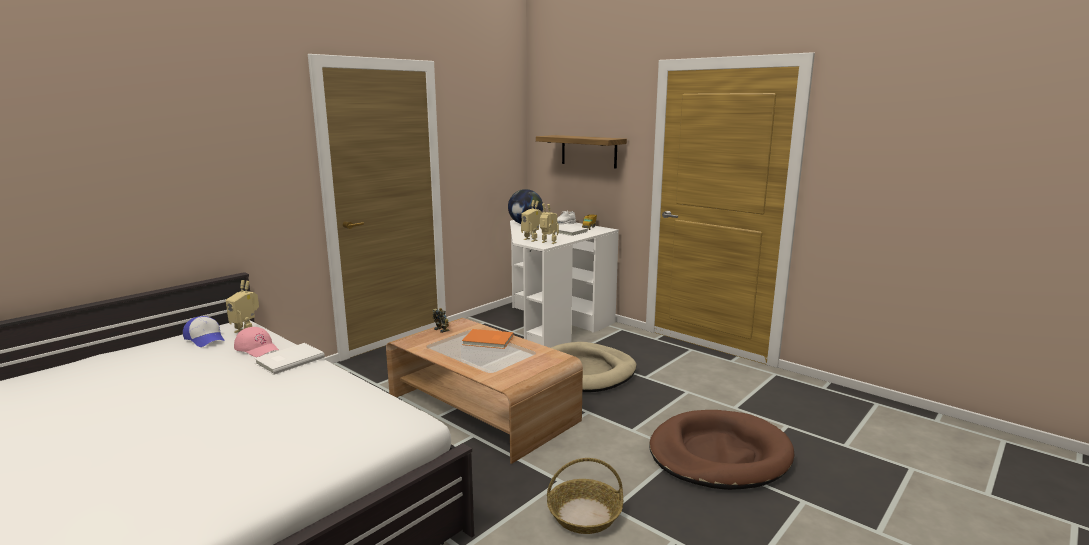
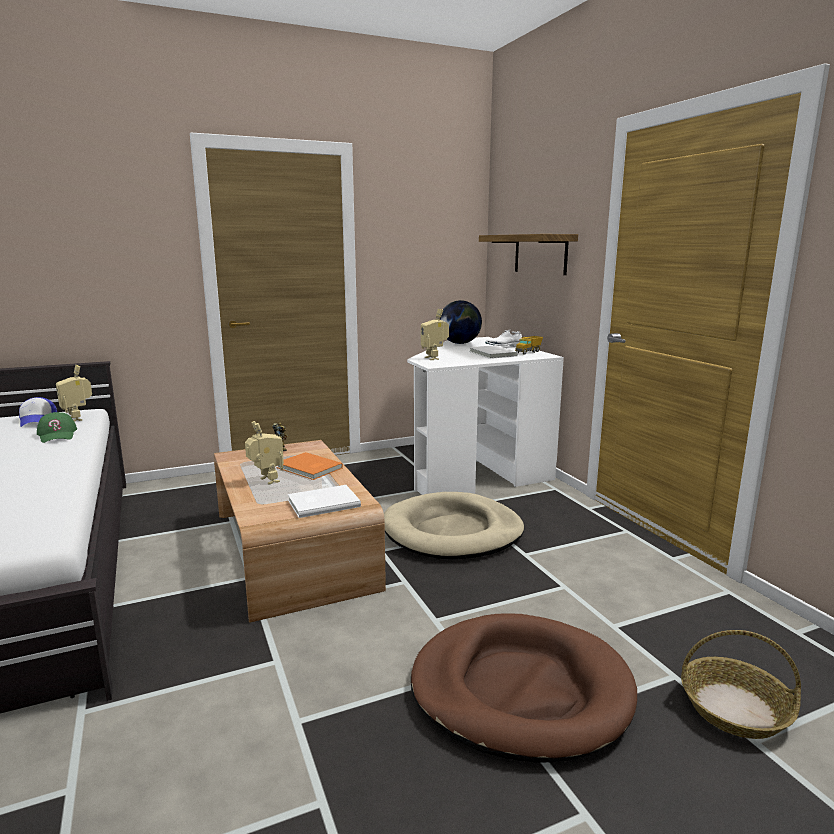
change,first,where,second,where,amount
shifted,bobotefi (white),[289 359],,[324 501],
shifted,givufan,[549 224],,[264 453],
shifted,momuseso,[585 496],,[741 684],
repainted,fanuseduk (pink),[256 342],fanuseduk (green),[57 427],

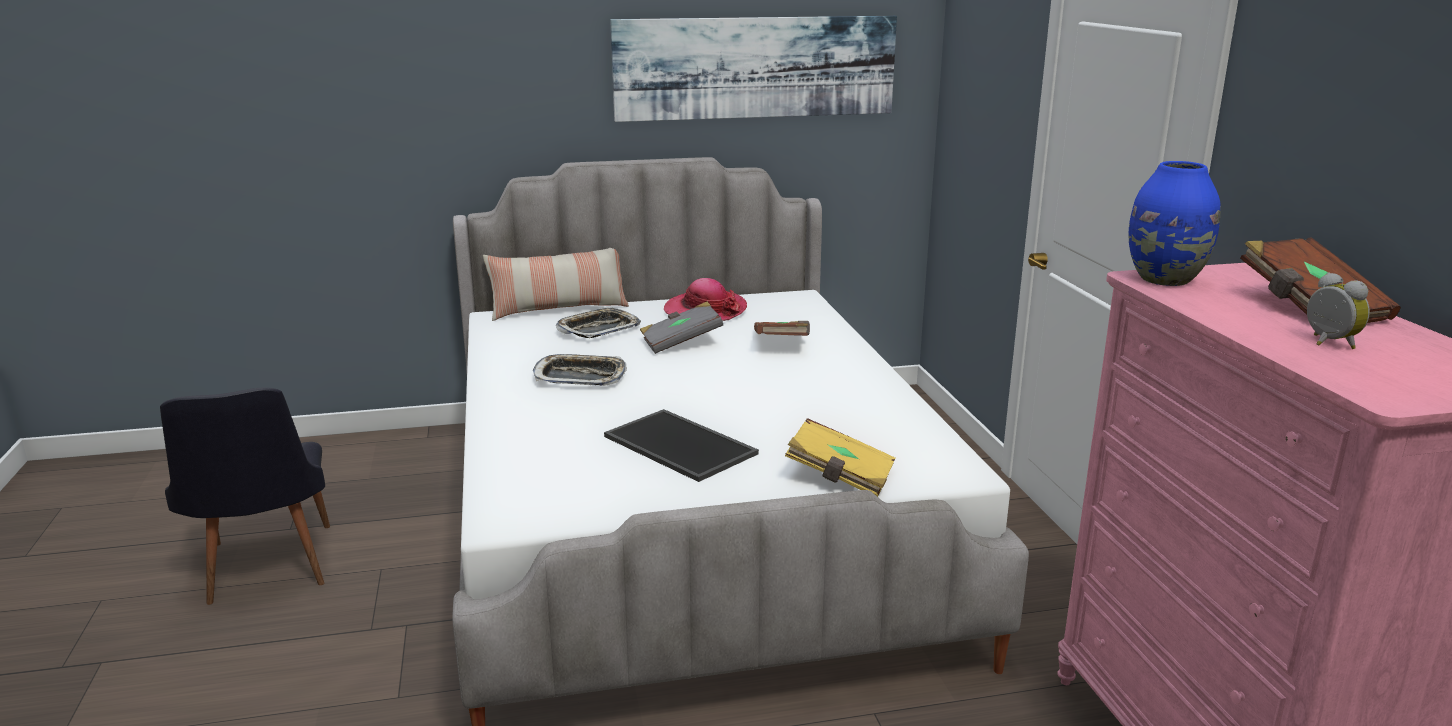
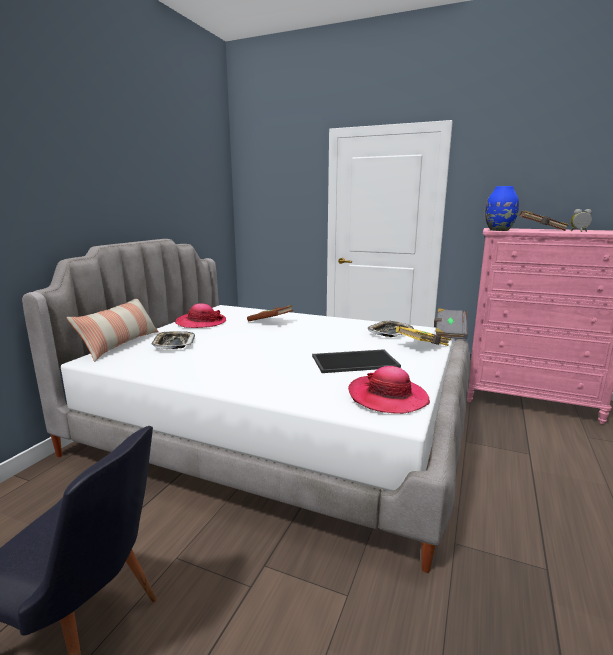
change,first,where,second,where,amount
gone,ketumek,[753 69],,,
new,,,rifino,[389 390],
shifted,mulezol,[580 370],,[391 328],
shifted,bobotefi (grey),[681 328],,[451 323],

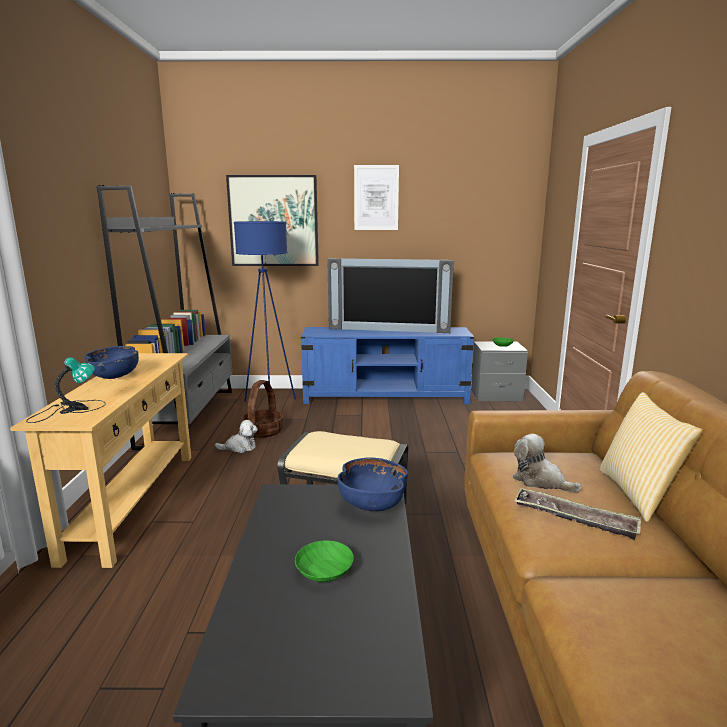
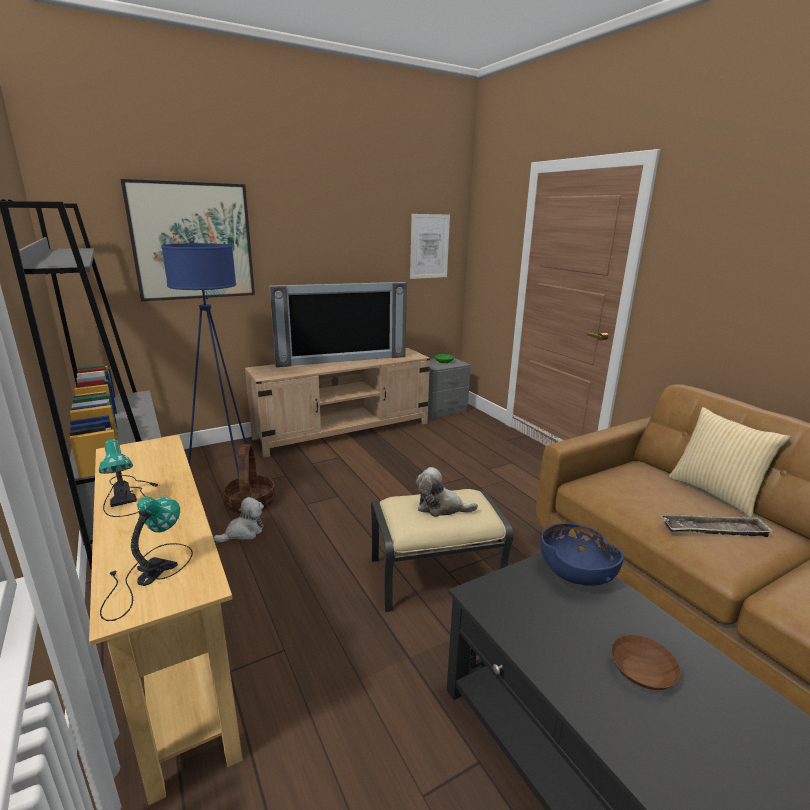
change,first,where,second,where,amount
shifted,ketumek,[376 197],,[430 246],
shifted,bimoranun,[546 463],,[447 492],
swapped,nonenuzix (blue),[112 362],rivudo,[128 478],
repainted,nonenuzix (green),[324 561],nonenuzix (brown),[646 662],
repainted,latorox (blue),[387 365],latorox (beige),[337 403],

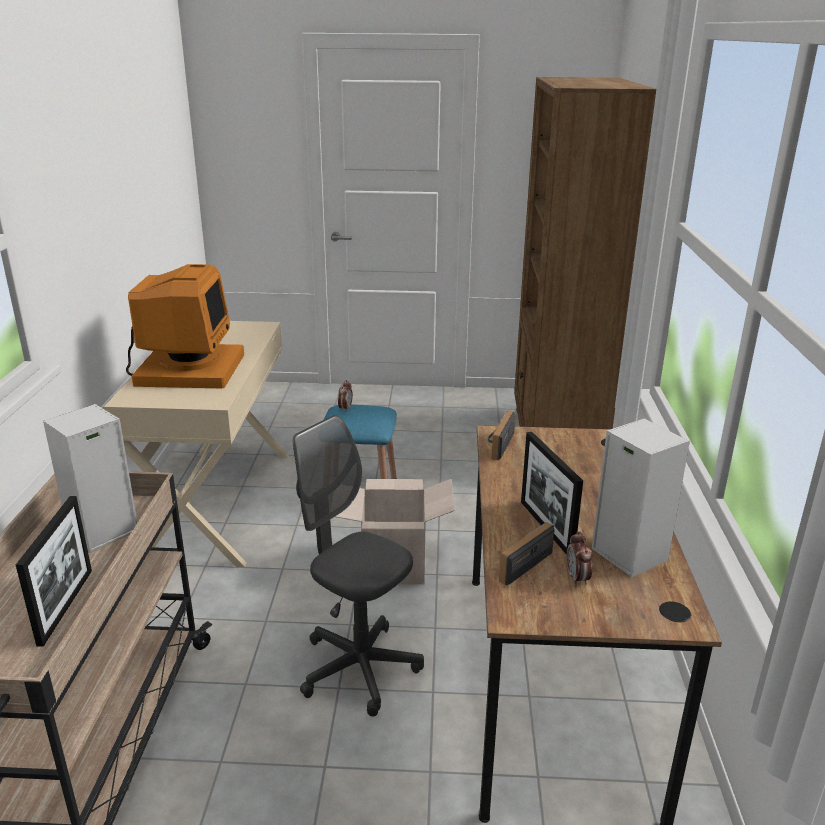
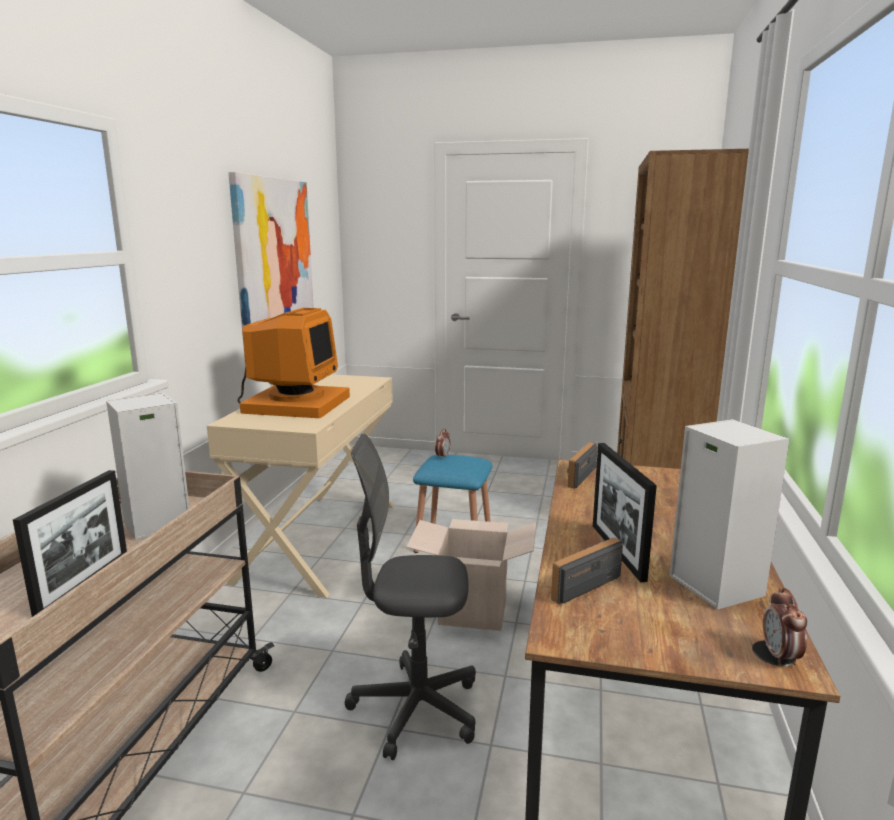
change,first,where,second,where,amount
new,,,ketumek,[271 253],
shifted,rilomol,[579 558],,[785 627],
rotated,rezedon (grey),[358 566],,[410 597],45 degrees counterclockwise

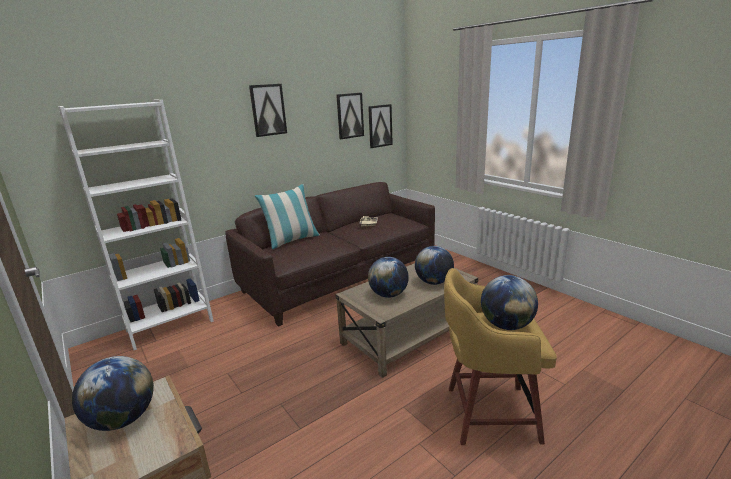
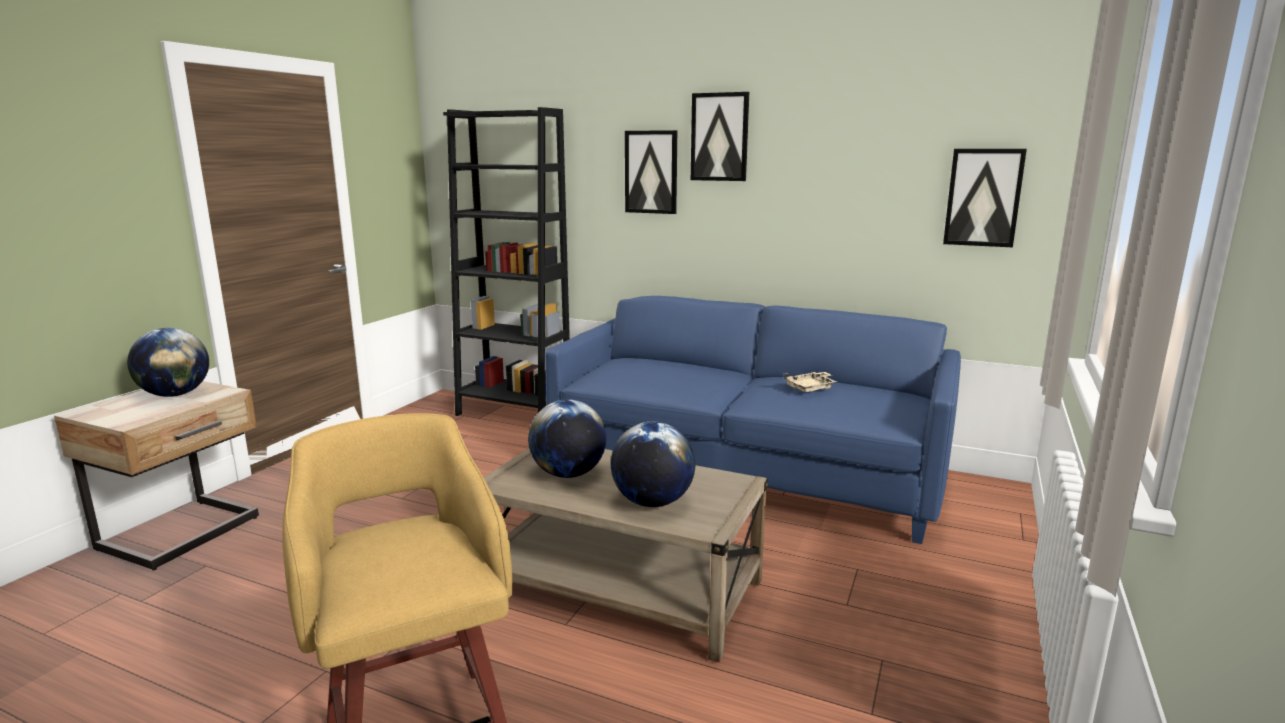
change,first,where,second,where,amount
gone,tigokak,[287 216],,,
gone,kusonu,[509 302],,,
shifted,ketumek,[350 116],,[651 172],
repainted,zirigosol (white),[136 225],zirigosol (black),[506 261],
repainted,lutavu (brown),[330 254],lutavu (blue),[753 420],

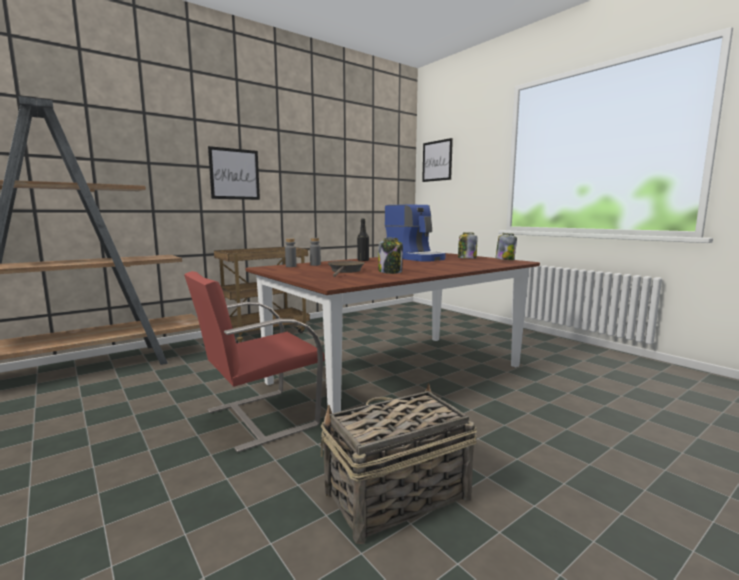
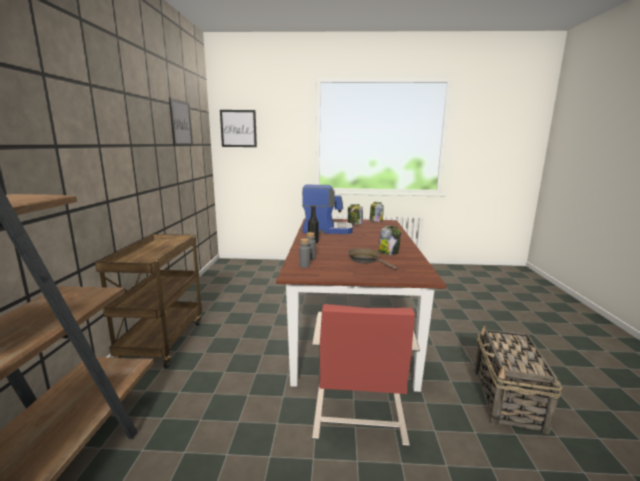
change,first,where,second,where,amount
shifted,ketumek,[234 173],,[181 121],

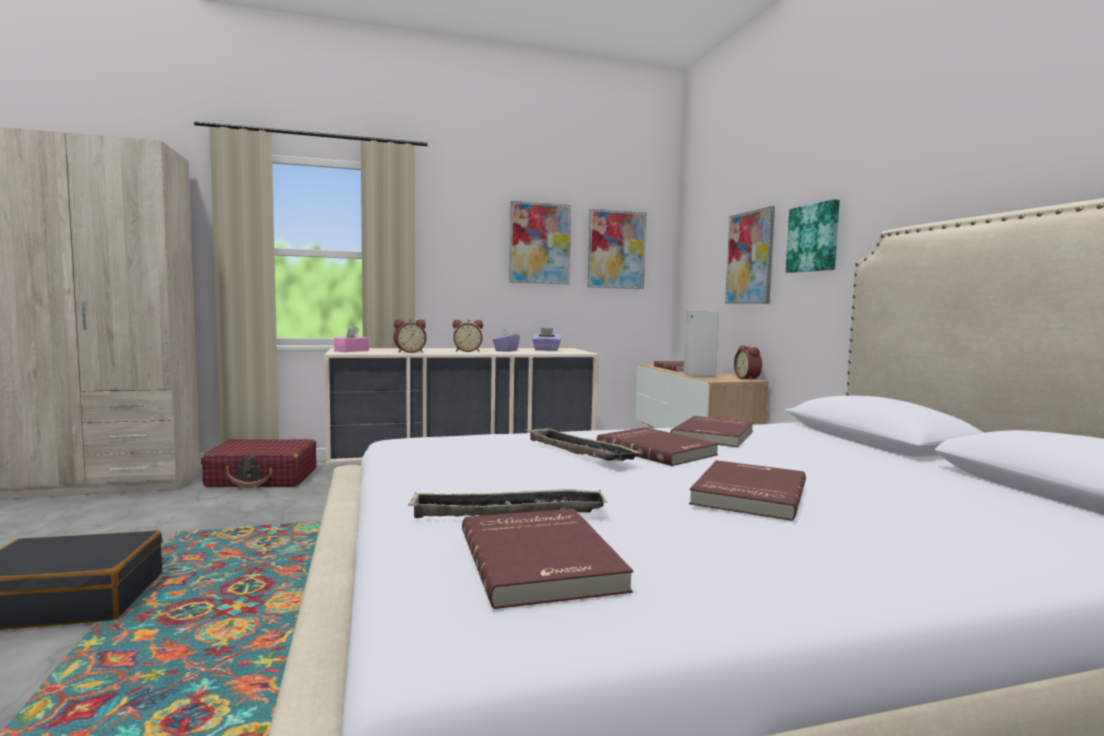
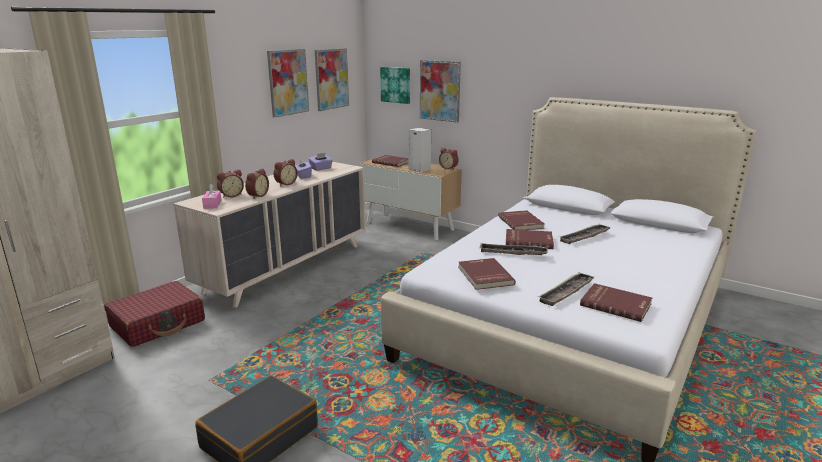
change,first,where,second,where,amount
new,,,rilomol,[230 184],
new,,,mulezol,[585 234],
shifted,bobotefi (red),[747 490],,[487 274],
shifted,ketumek,[813 236],,[395 85],

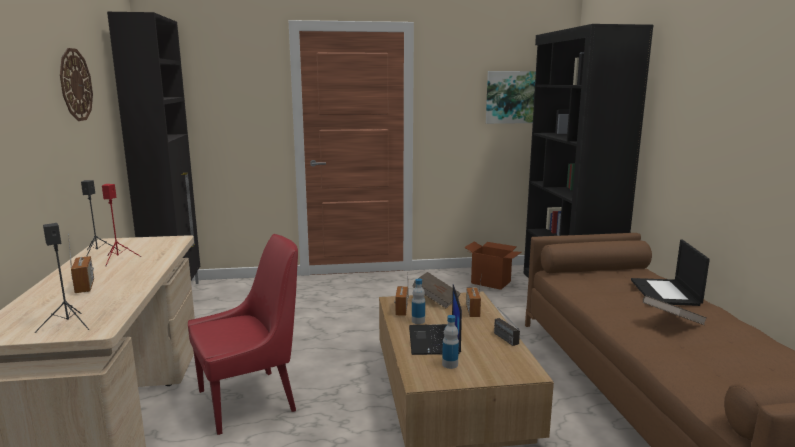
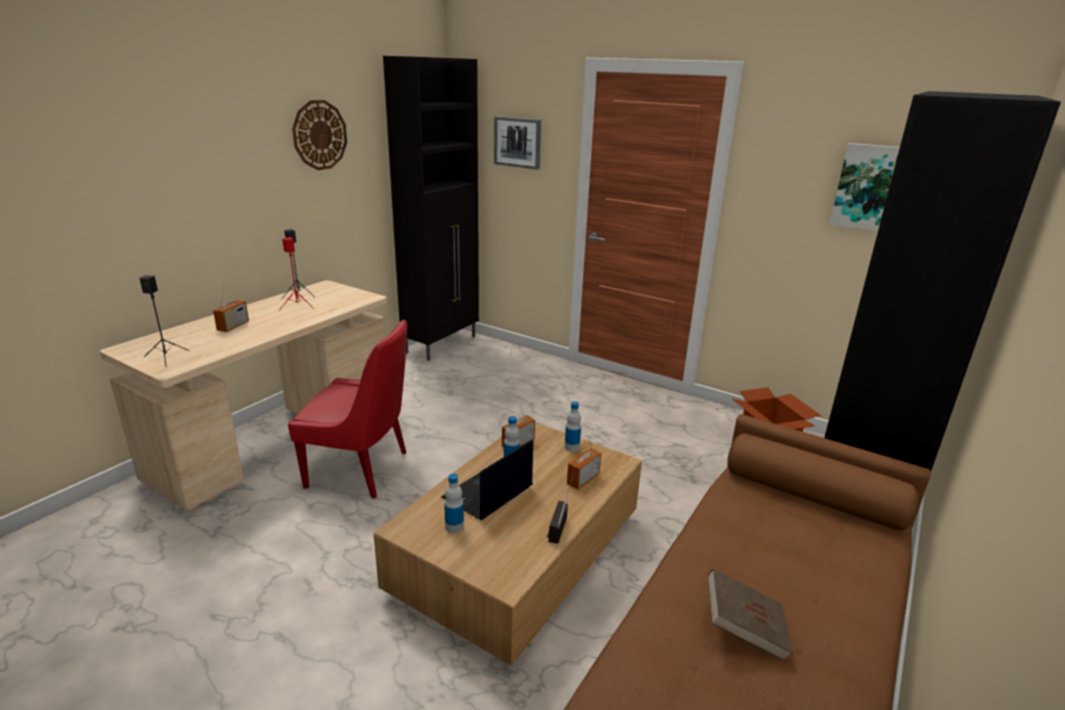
change,first,where,second,where,amount
gone,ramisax,[670 273],,,
new,,,ketumek,[517 143],
swapped,bobotefi (brown),[436 290],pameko,[573 427],

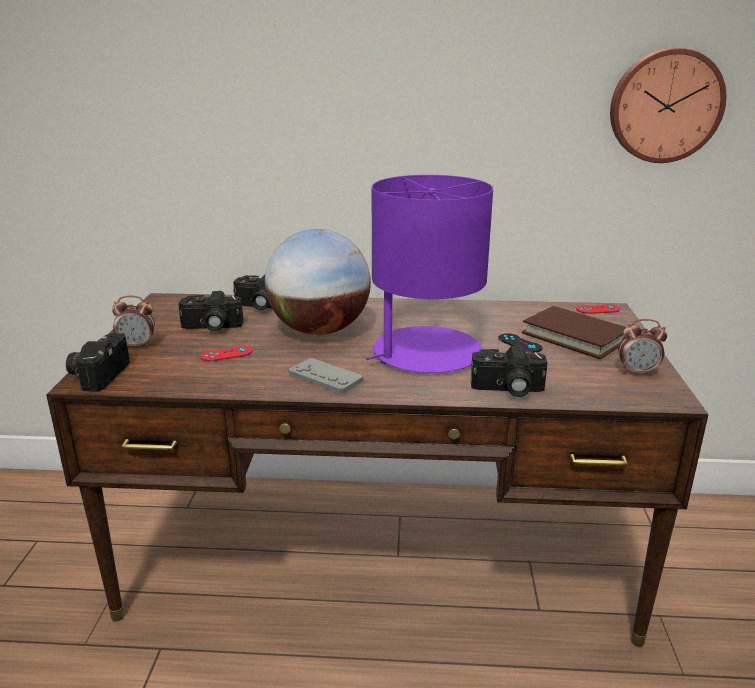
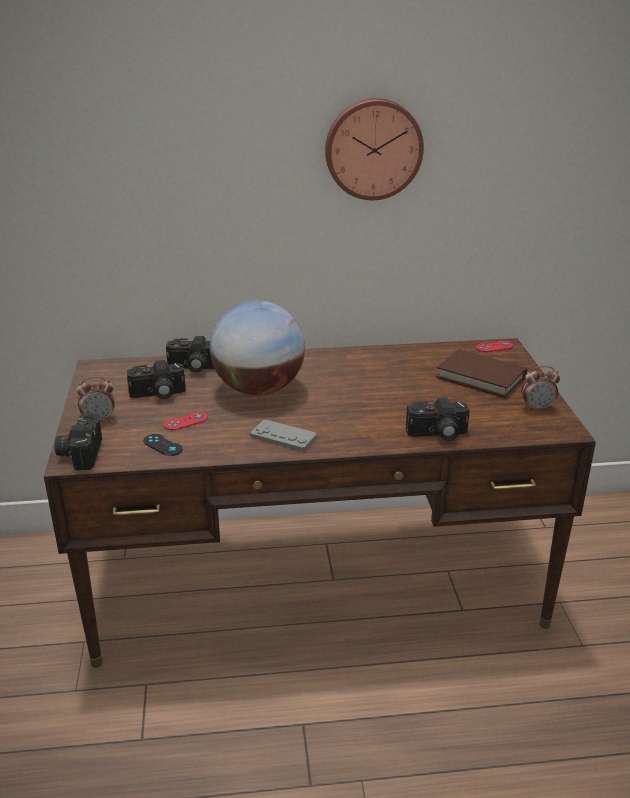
change,first,where,second,where,amount
gone,rivudo (purple),[429 274],,,
shifted,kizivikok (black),[520 343],,[163 445],
shifted,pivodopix,[668 105],,[374 149],

